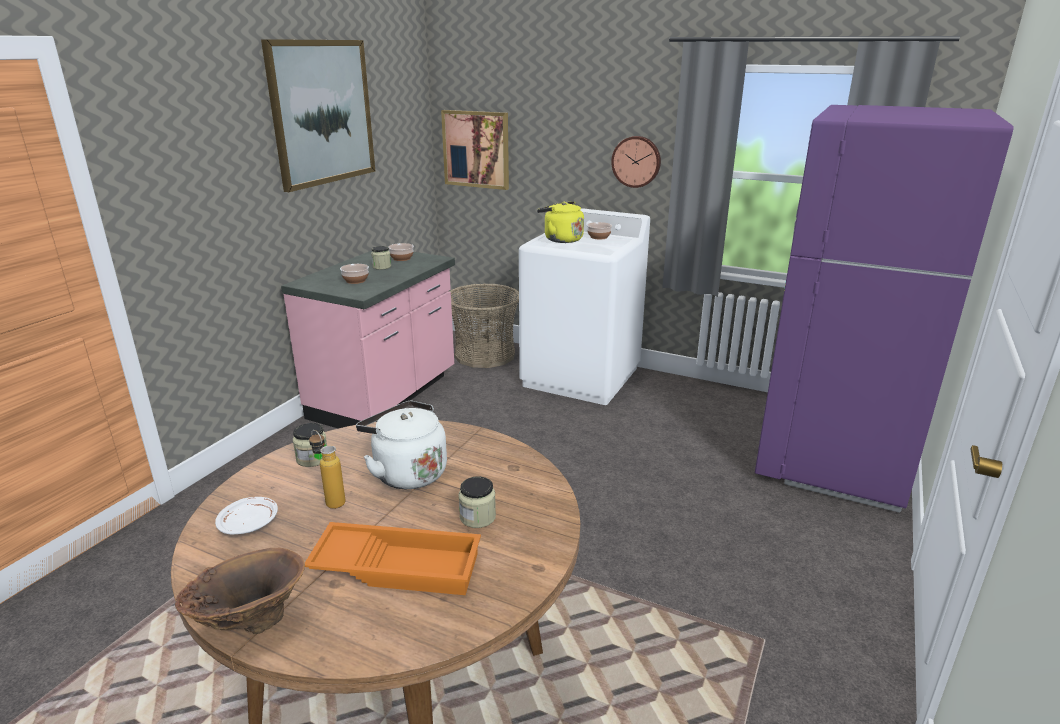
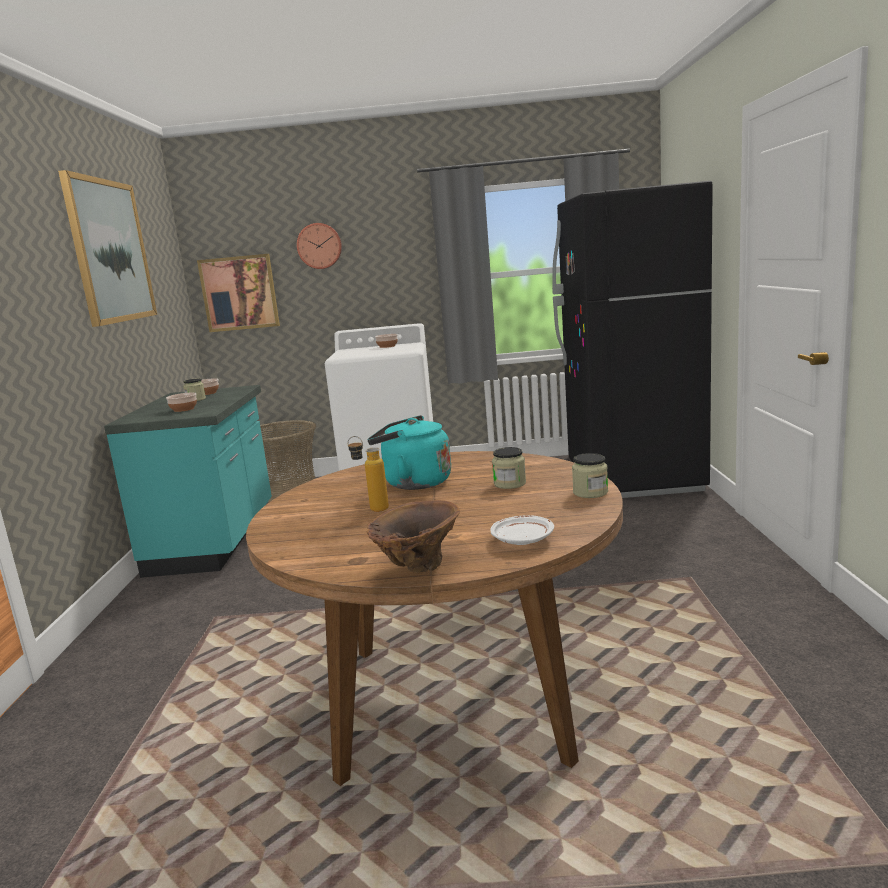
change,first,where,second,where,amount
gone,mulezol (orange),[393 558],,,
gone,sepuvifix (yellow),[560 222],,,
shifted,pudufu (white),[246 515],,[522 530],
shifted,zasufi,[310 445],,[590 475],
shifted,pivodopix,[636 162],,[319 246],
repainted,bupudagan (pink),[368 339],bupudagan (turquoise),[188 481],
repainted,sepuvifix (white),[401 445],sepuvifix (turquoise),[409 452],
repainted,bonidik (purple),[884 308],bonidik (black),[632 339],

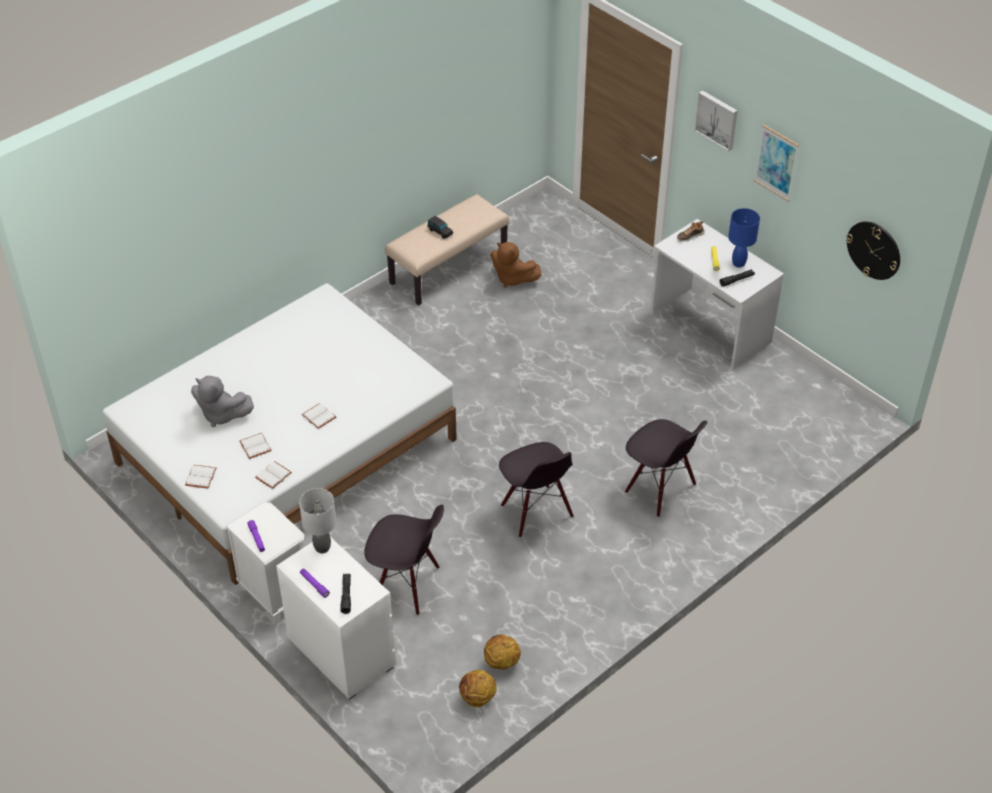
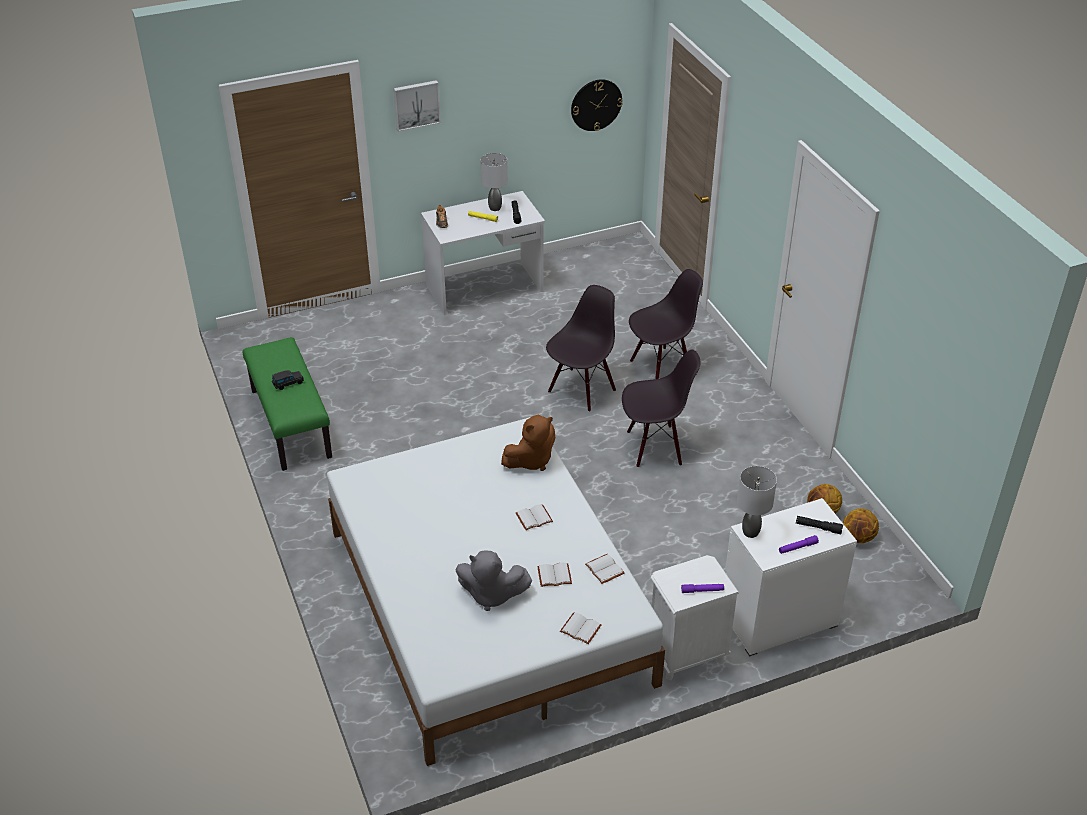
change,first,where,second,where,amount
gone,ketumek,[776 162],,,
shifted,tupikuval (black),[404 560],,[581 348],
shifted,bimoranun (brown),[515 265],,[528 442],
repainted,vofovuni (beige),[447 250],vofovuni (green),[287 404],
repainted,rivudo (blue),[744 238],rivudo (grey),[494 182],
rotated,bimoranun (grey),[222 401],,[493 580],60 degrees clockwise

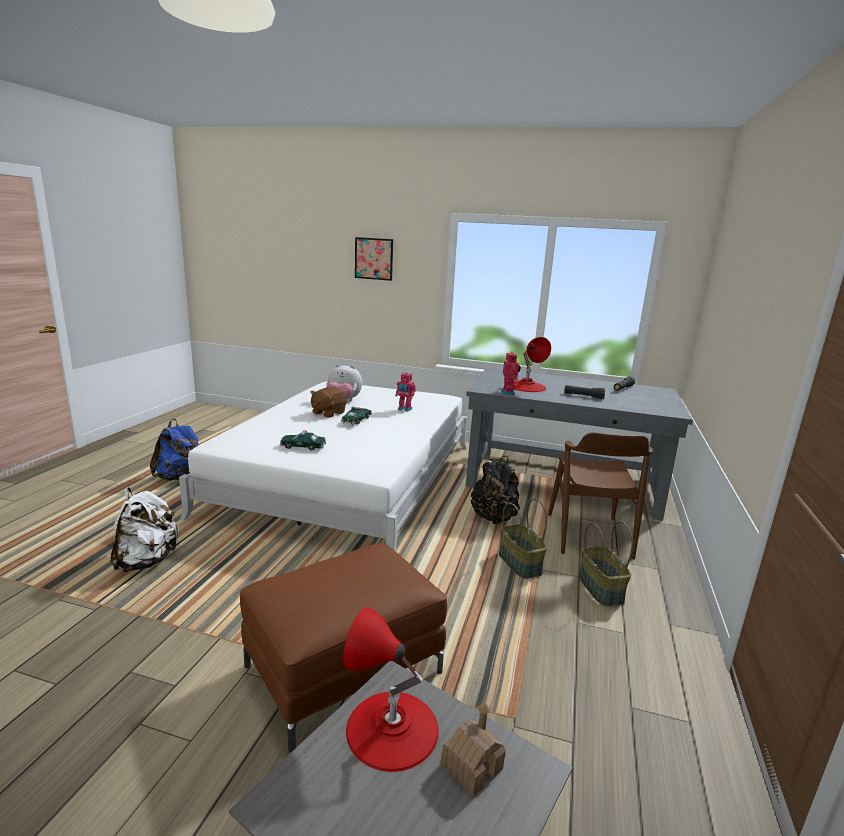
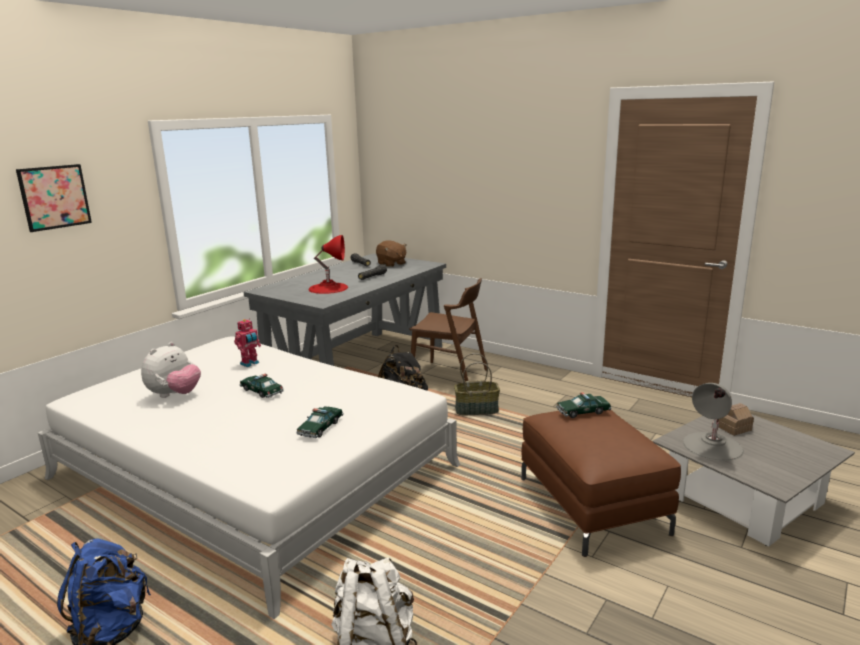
change,first,where,second,where,amount
gone,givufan,[511 373],,,
gone,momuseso,[605 563],,,
new,,,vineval,[583 405],
shifted,bimoranun (brown),[328 402],,[391 253],
repainted,rivudo (red),[391 689],rivudo (grey),[713 422],

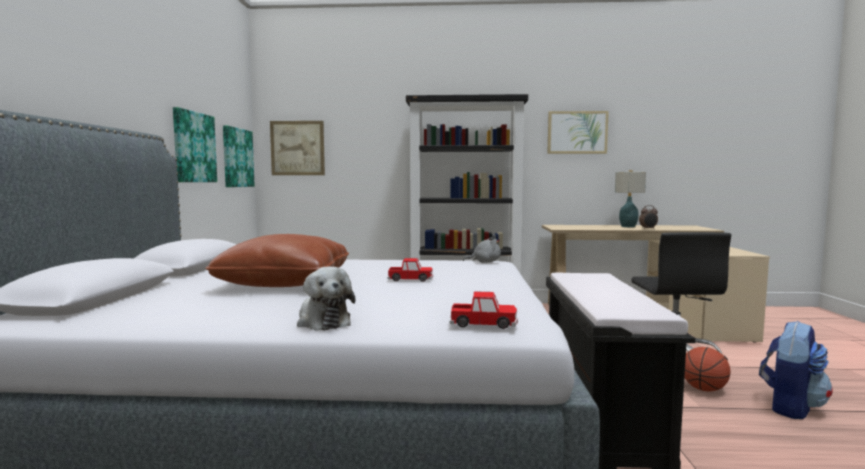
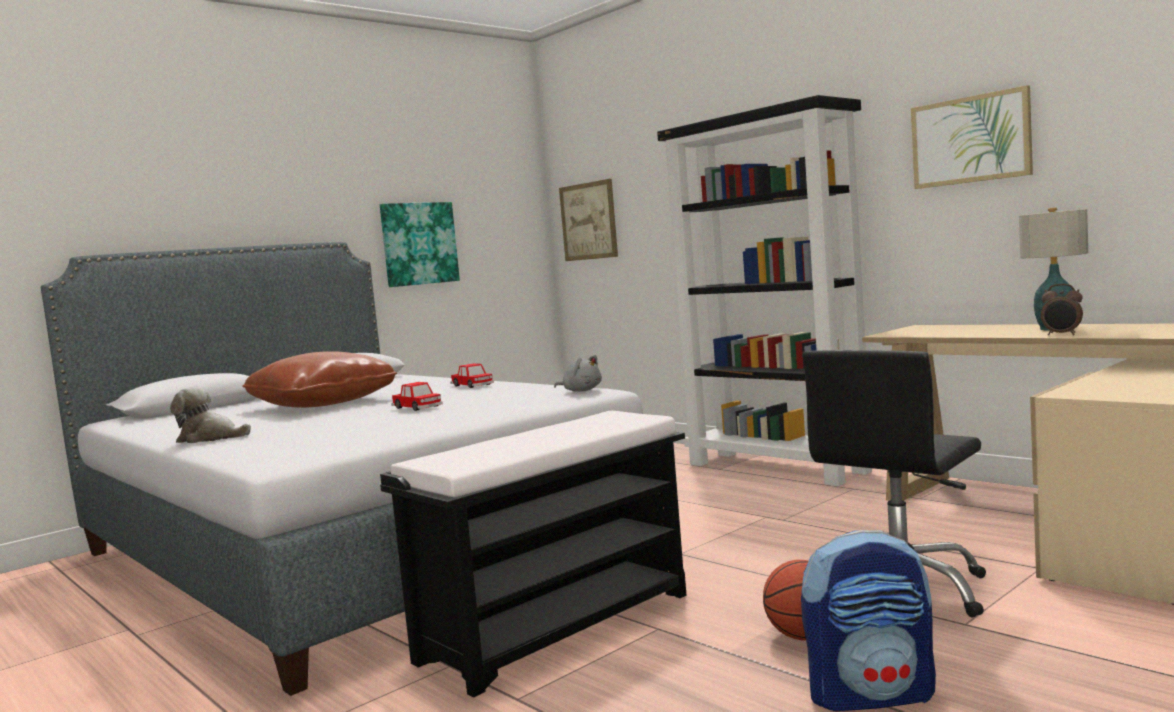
change,first,where,second,where,amount
gone,ketumek,[239 156],,,
shifted,vineval,[484 310],,[472 375],
rotated,bimoranun,[326 299],,[210 414],90 degrees clockwise

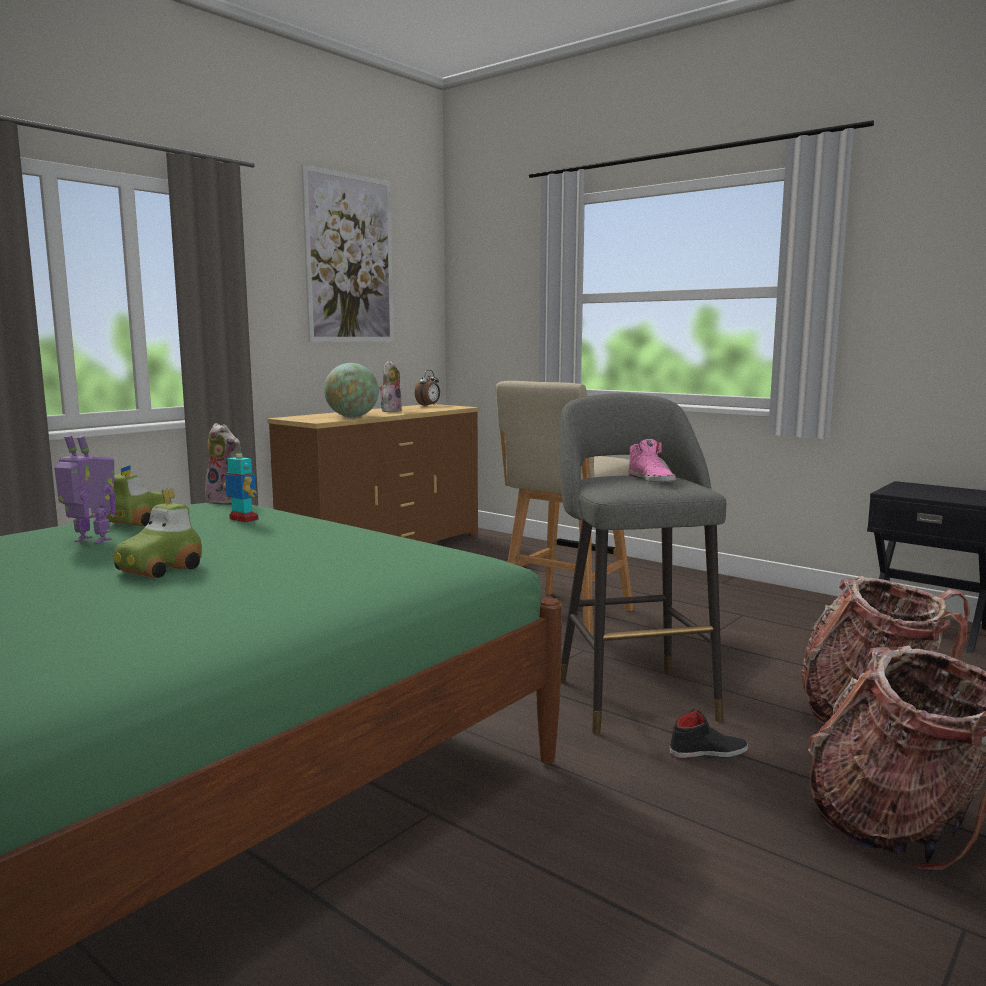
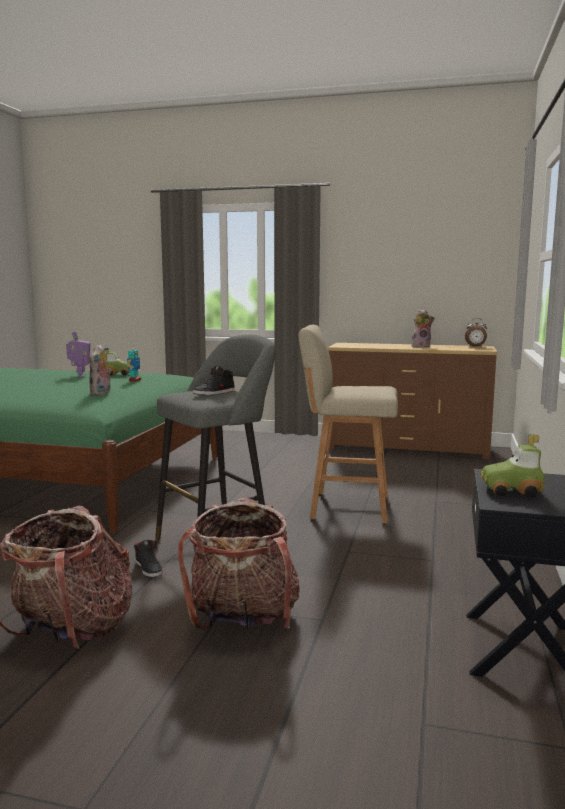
change,first,where,second,where,amount
gone,ketumek,[347 253],,,
gone,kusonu,[351 390],,,
shifted,vineval,[158 533],,[513 466],
shifted,bimoranun,[222 464],,[100 370],
repainted,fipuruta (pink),[651 460],fipuruta (black),[214 380],

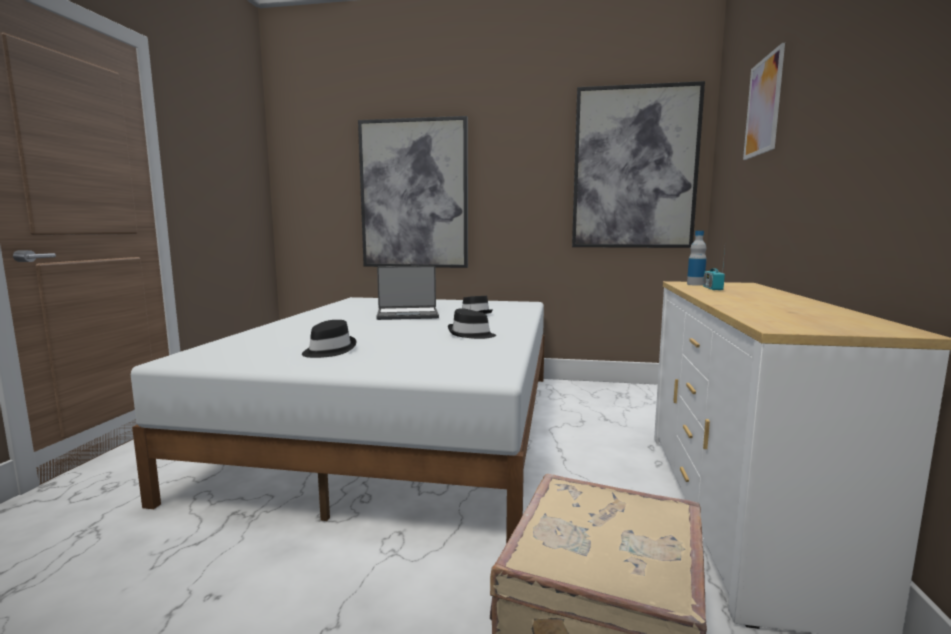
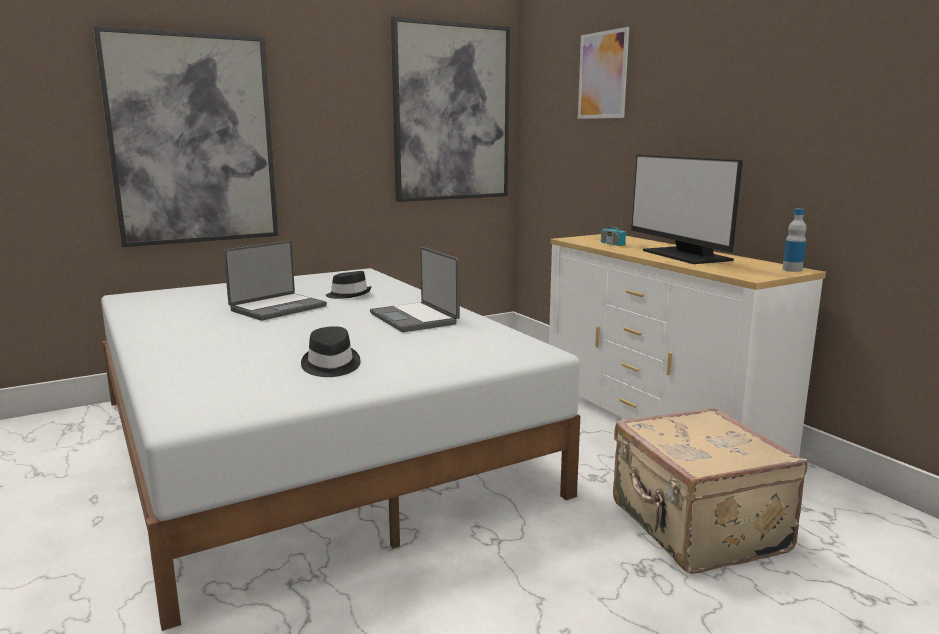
change,first,where,second,where,amount
new,,,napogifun,[687 209],
shifted,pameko,[697 258],,[794 240],
swapped,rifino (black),[472 323],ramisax,[415 289],

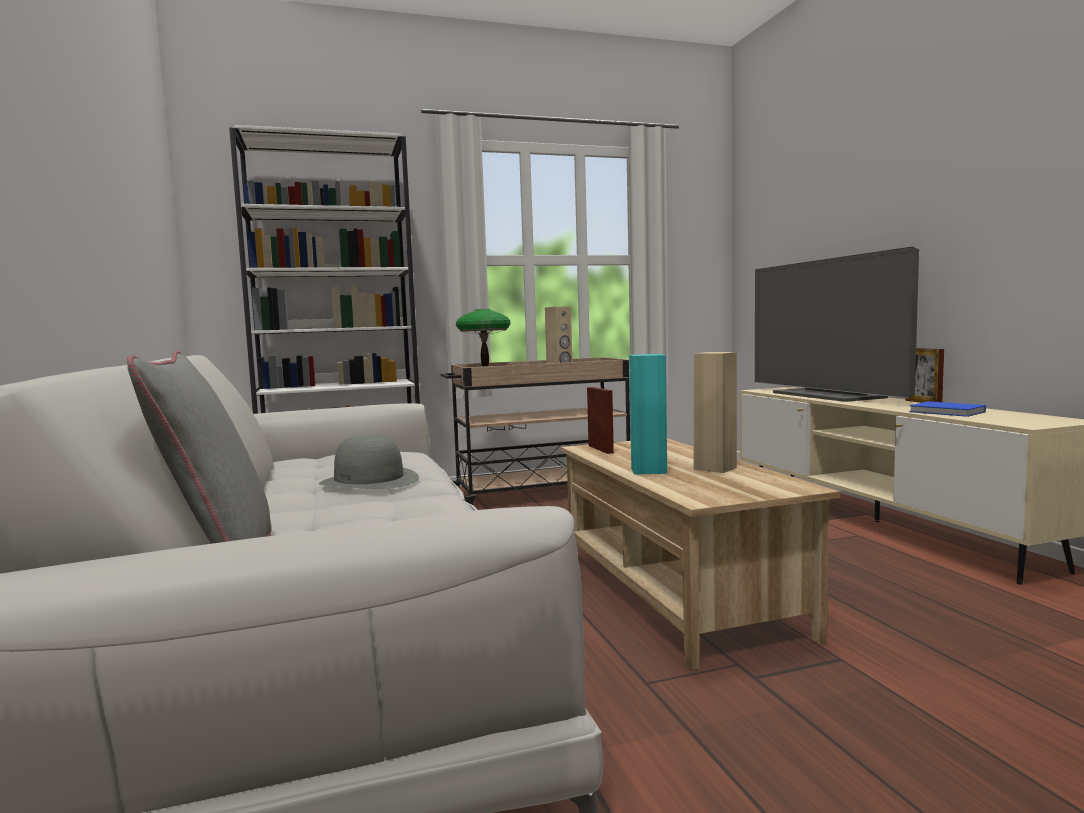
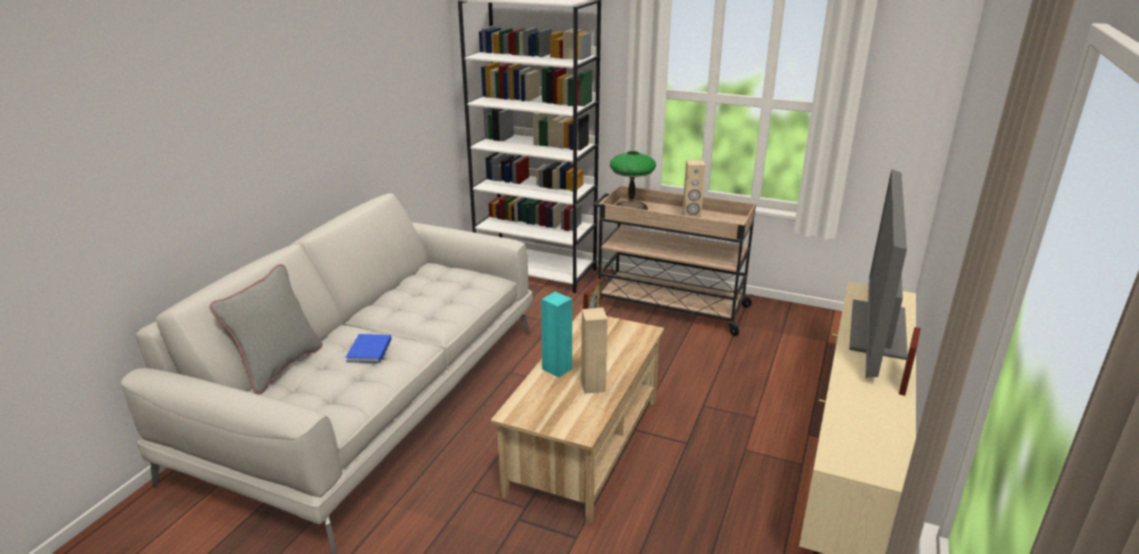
change,first,where,second,where,amount
gone,rifino (grey),[369 462],,,
shifted,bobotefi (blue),[947 409],,[368 348],

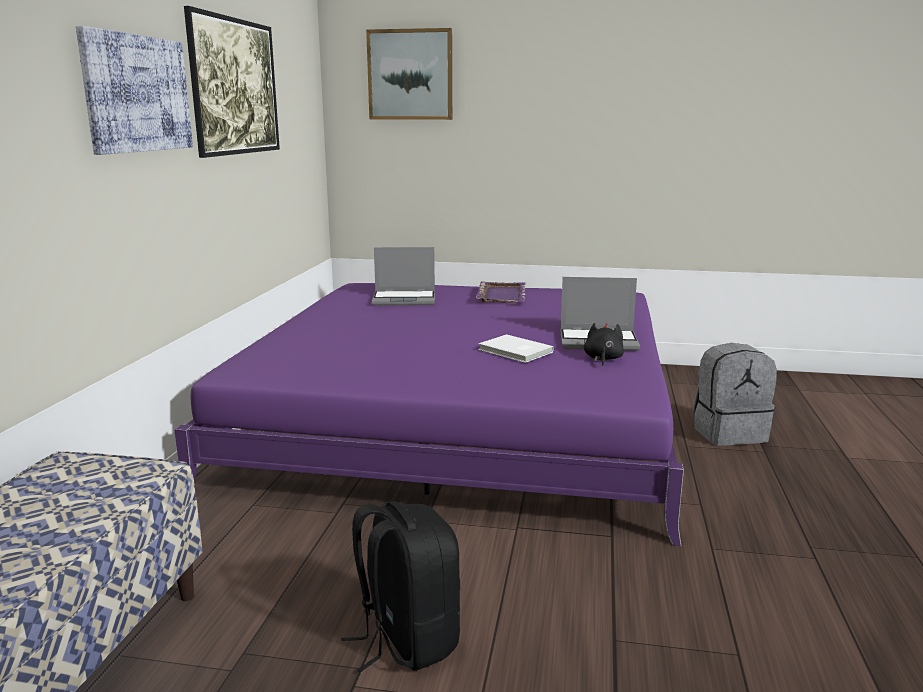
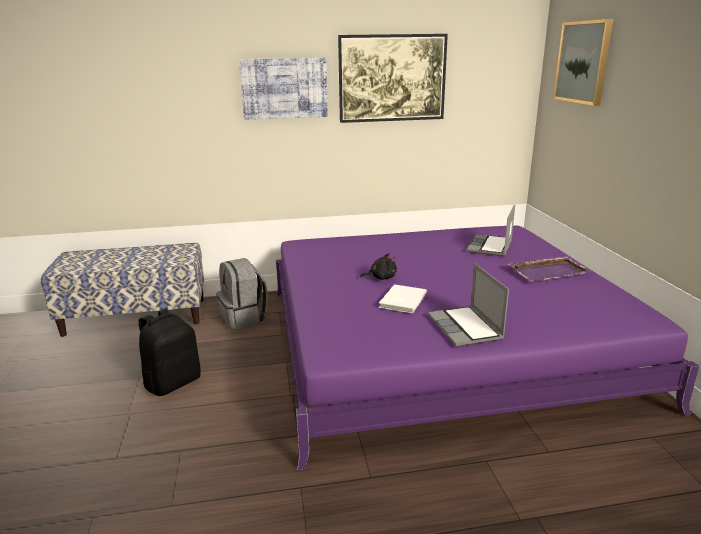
change,first,where,second,where,amount
shifted,bimoranun (black),[604 344],,[378 266],
shifted,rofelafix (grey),[735 394],,[242 293],
rotated,ramisax,[403 276],,[491 230],45 degrees clockwise

